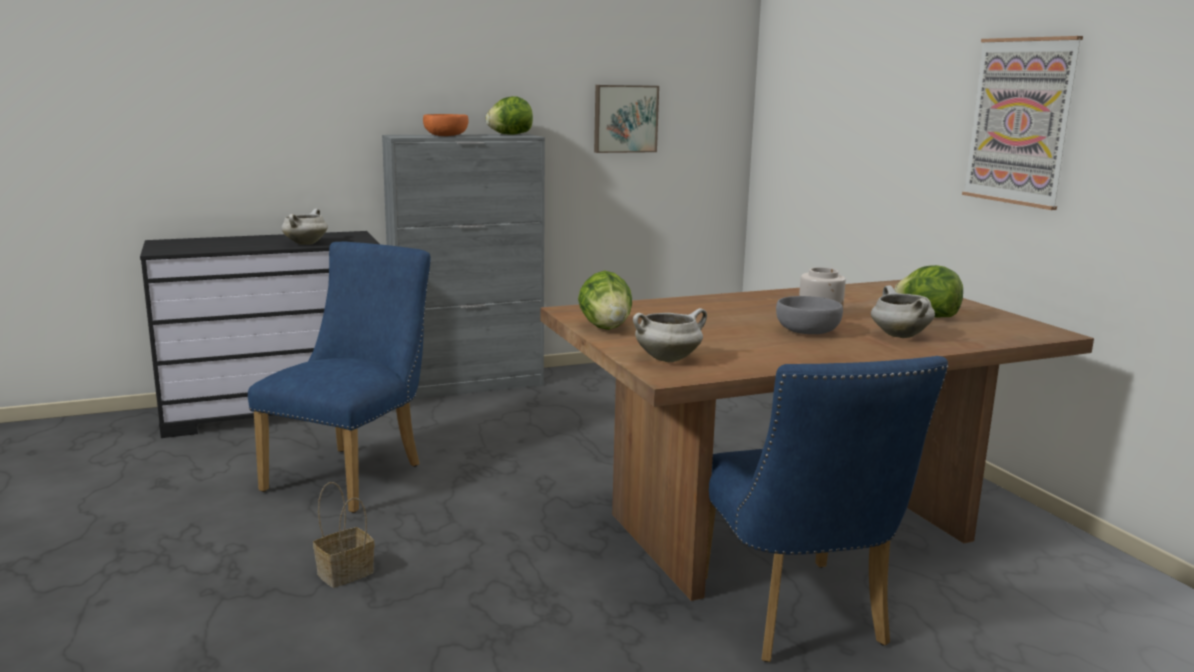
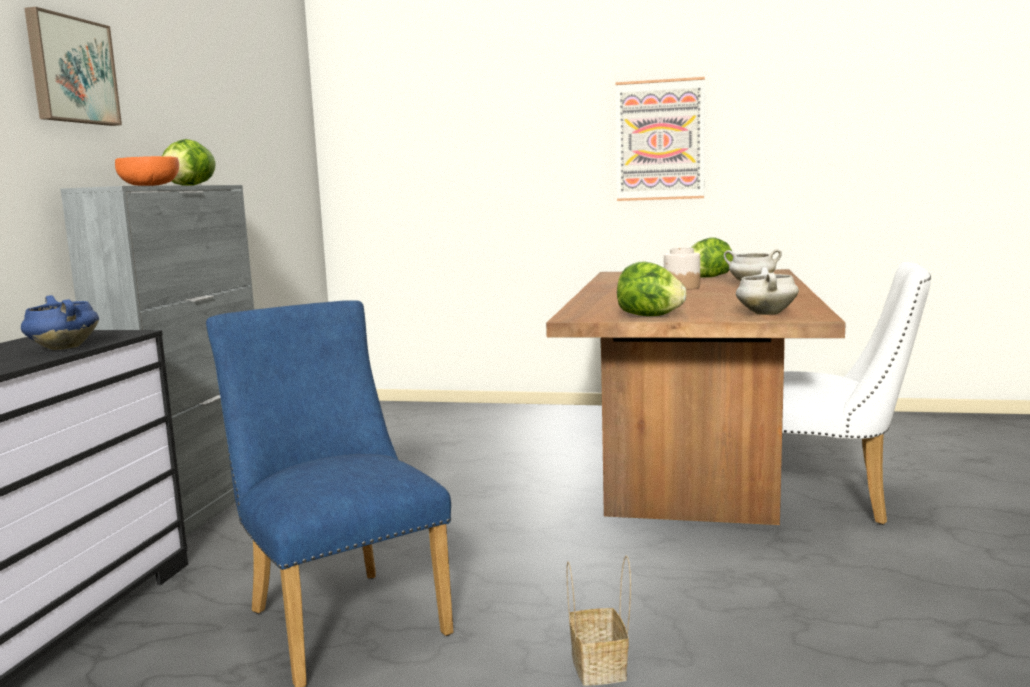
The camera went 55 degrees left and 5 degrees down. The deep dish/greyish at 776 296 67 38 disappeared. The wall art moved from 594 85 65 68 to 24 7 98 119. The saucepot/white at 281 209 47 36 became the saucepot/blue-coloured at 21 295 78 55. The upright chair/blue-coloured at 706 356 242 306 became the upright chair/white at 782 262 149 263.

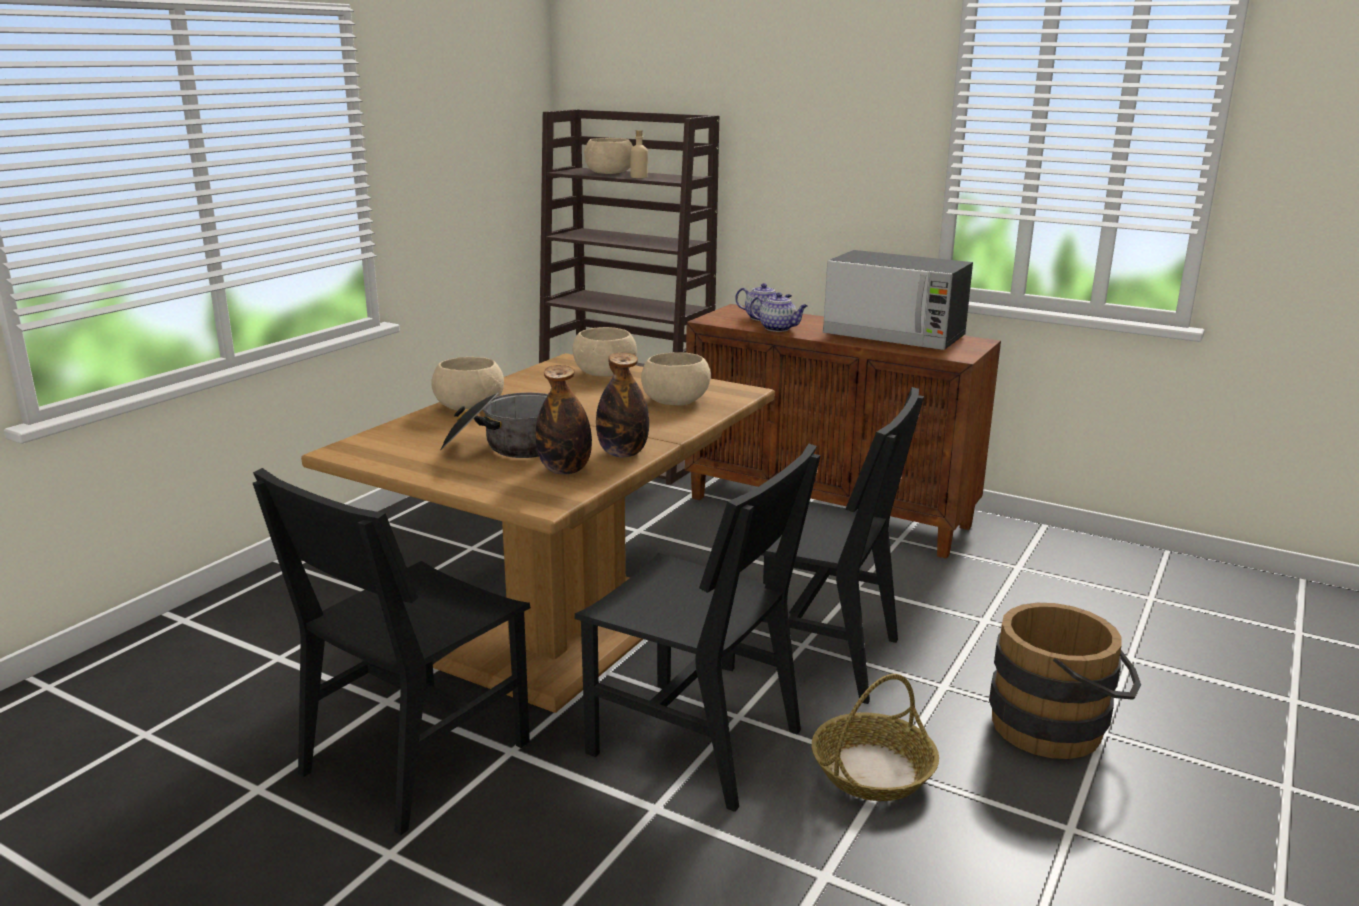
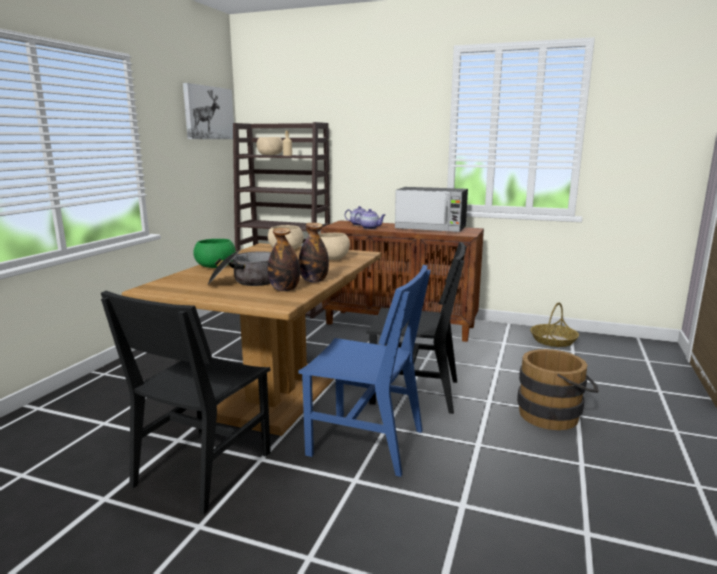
The camera went 10 degrees left and 5 degrees down. The wall art at 183 83 51 56 appeared. The storage basket moved from 812 674 127 127 to 530 303 49 44. The deep dish/beige-coloured at 431 357 73 53 became the deep dish/green at 193 239 43 29. The upright chair/black at 574 444 247 368 became the upright chair/blue-coloured at 298 265 133 212.

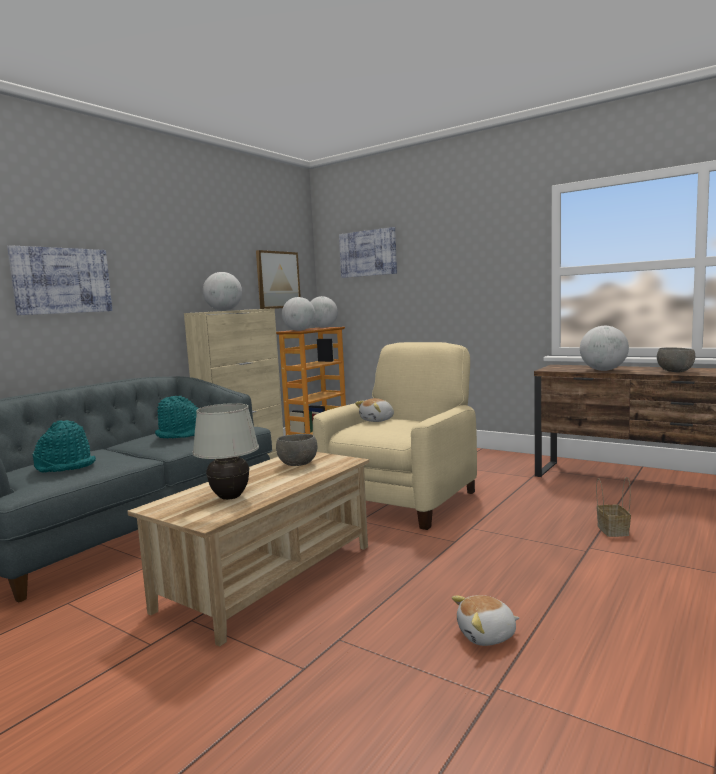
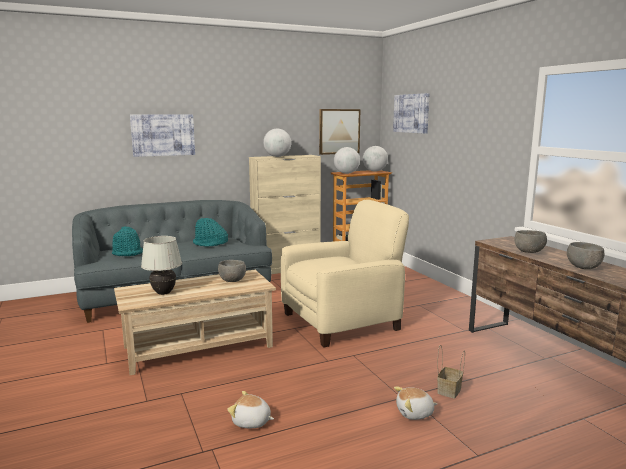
The camera went 30 degrees right and 5 degrees up. The cuddly toy moved from 355 398 39 24 to 394 387 43 33. The desk globe at 580 326 49 45 was replaced by the deep dish/greyish at 514 230 33 23.

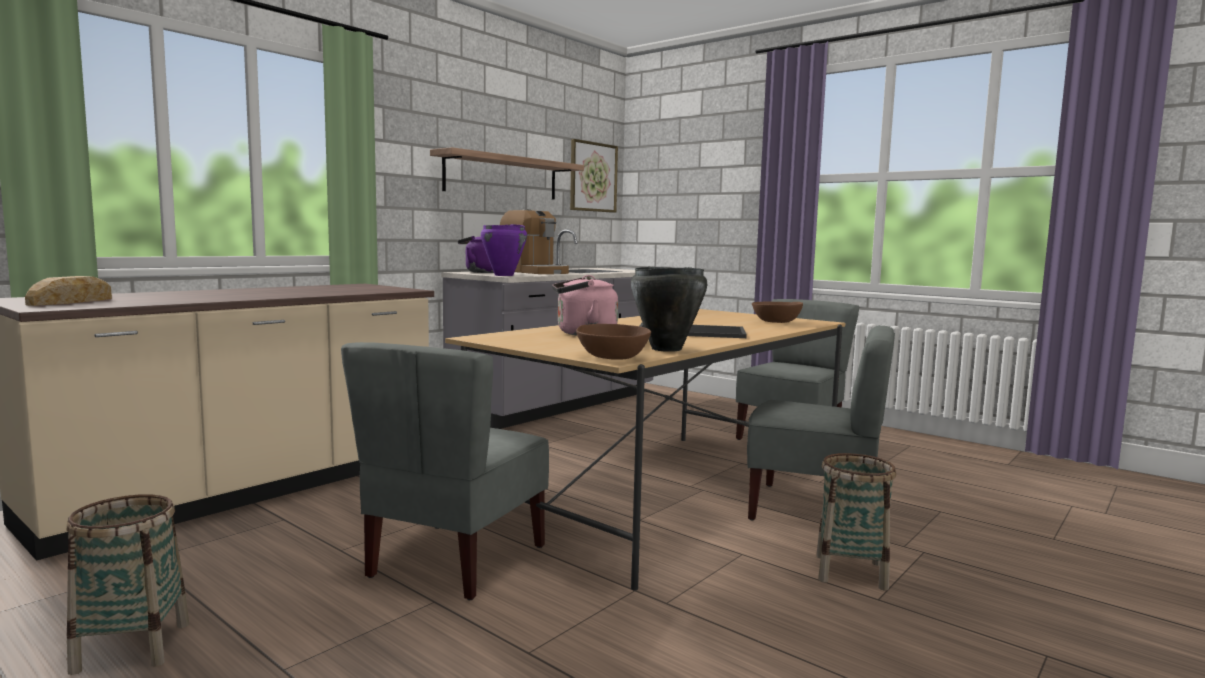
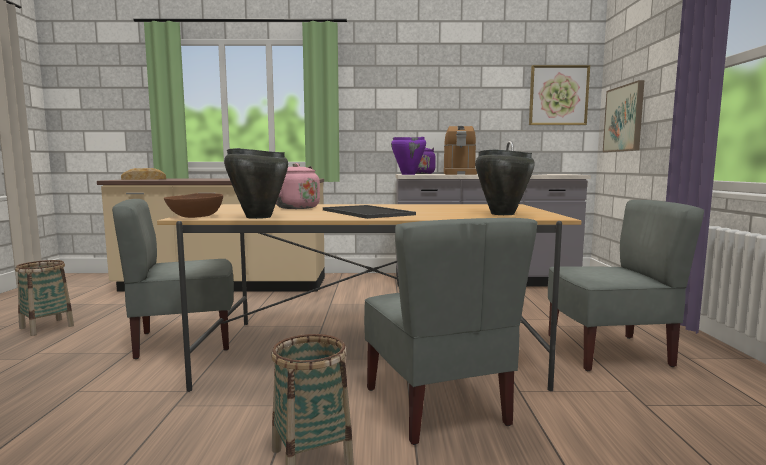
The camera went 50 degrees right and 0 degrees up. The wall shelf at 430 147 154 53 disappeared. The wall art at 603 80 41 72 appeared. The deep dish/brown-coloured at 752 302 51 21 was replaced by the saucepot/black at 475 149 60 66.

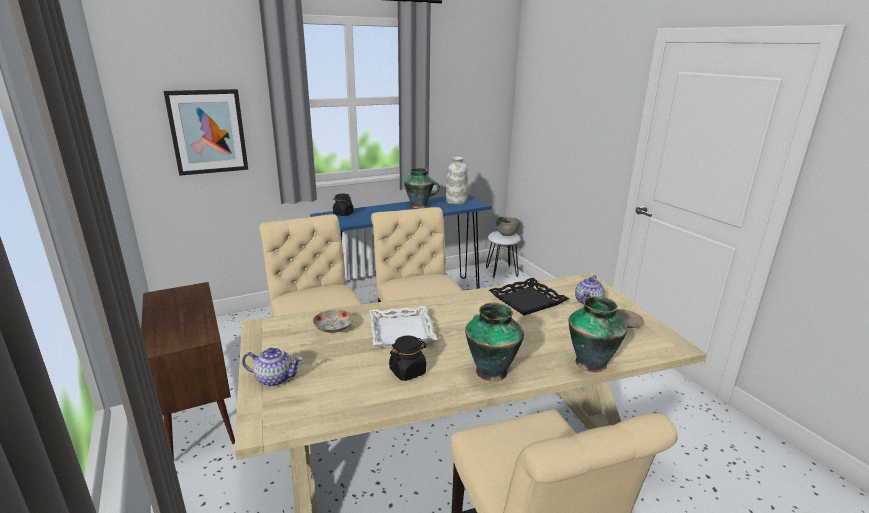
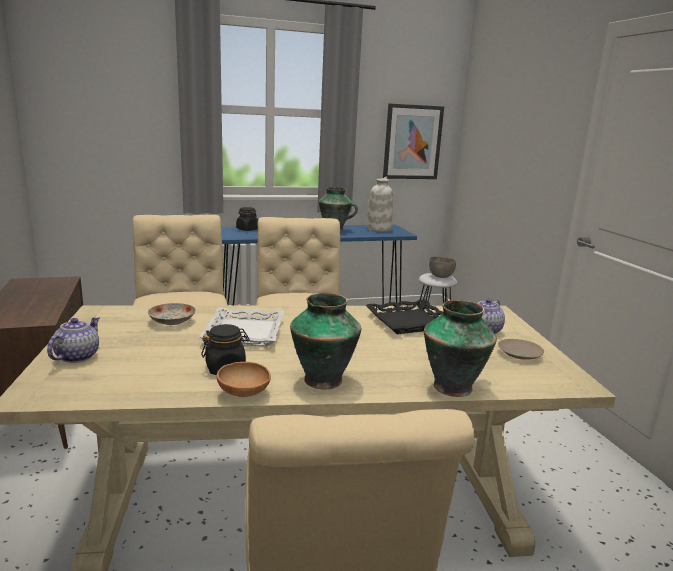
The camera went 10 degrees right and 5 degrees down. The deep dish/brown-coloured at 217 362 54 35 appeared. The wall art moved from 164 89 84 87 to 383 103 61 76. The pot for tea at 242 348 61 39 turned 90 degrees counterclockwise.

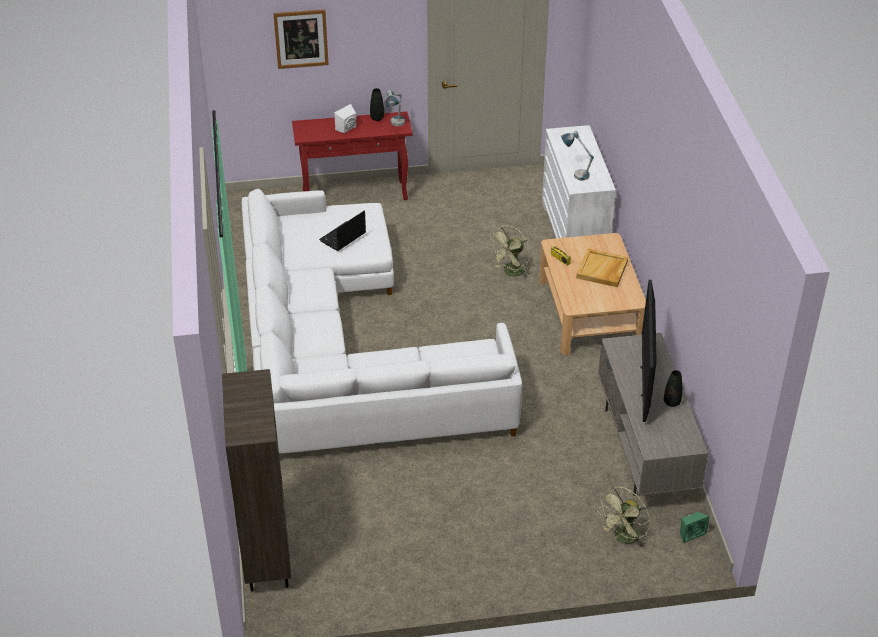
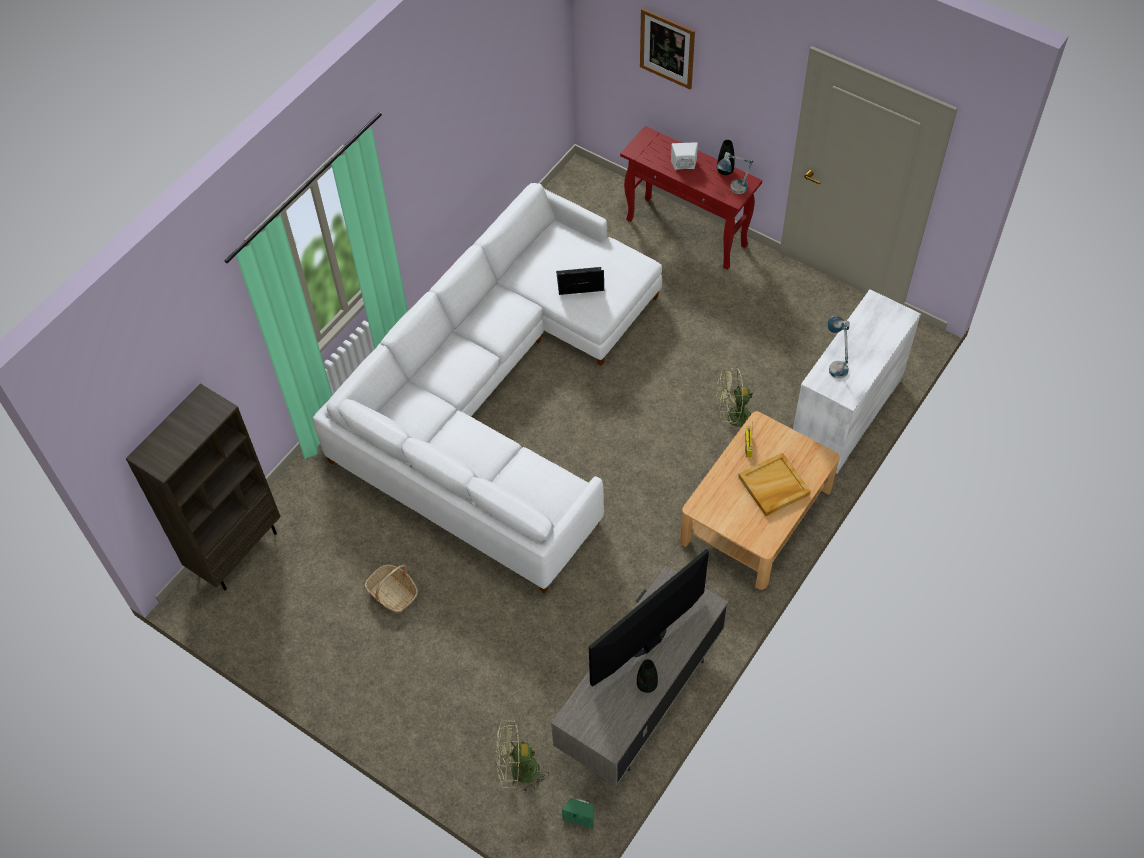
The camera went 45 degrees right and 15 degrees up. The storage basket at 364 564 54 49 appeared.

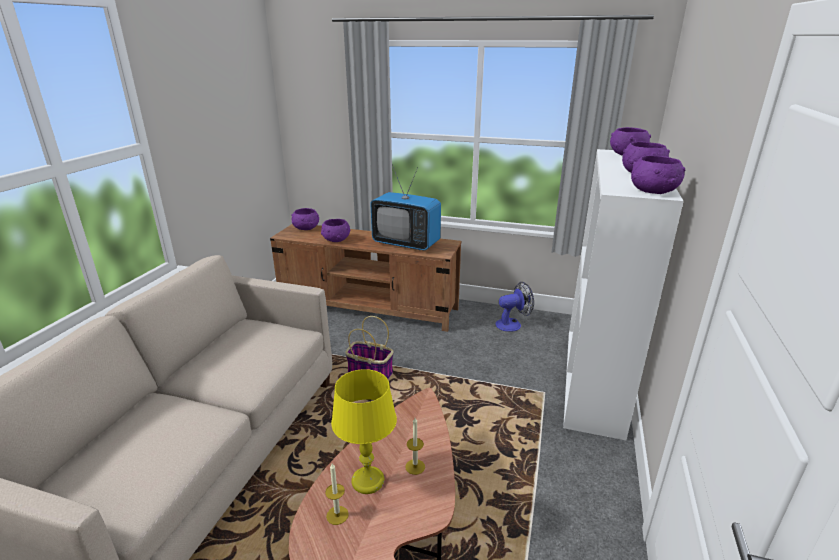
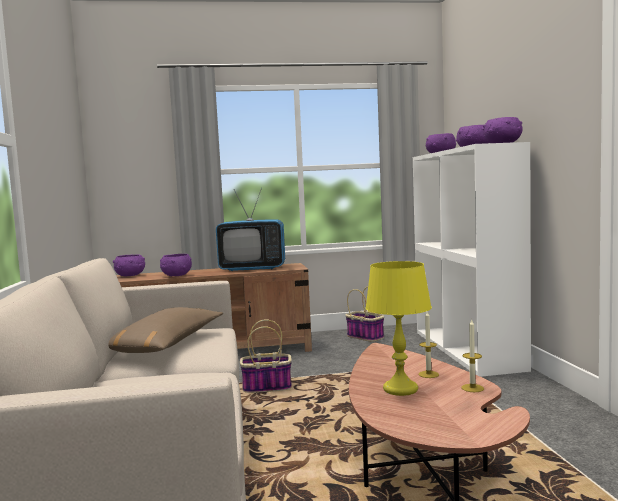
The camera went 25 degrees left and 20 degrees down. The cushion/brown-coloured at 108 307 115 46 appeared. The wax light moved from 325 463 24 62 to 461 318 23 74. The cooling fan at 495 282 39 50 was replaced by the storage basket at 346 286 38 56.

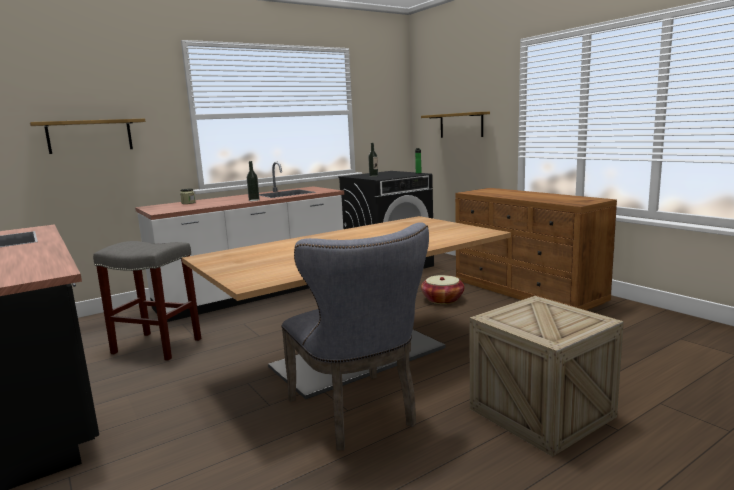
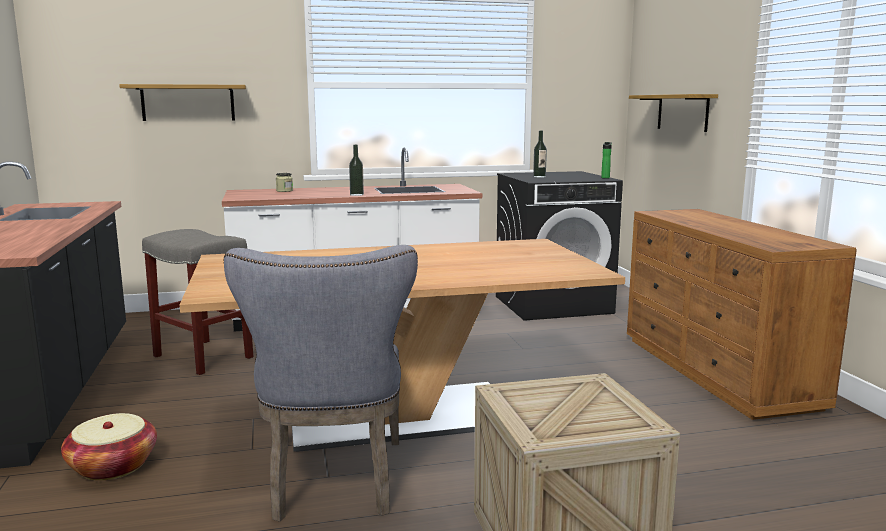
The camera went 20 degrees right and 0 degrees up. The storage basket moved from 421 275 43 29 to 61 413 96 67.

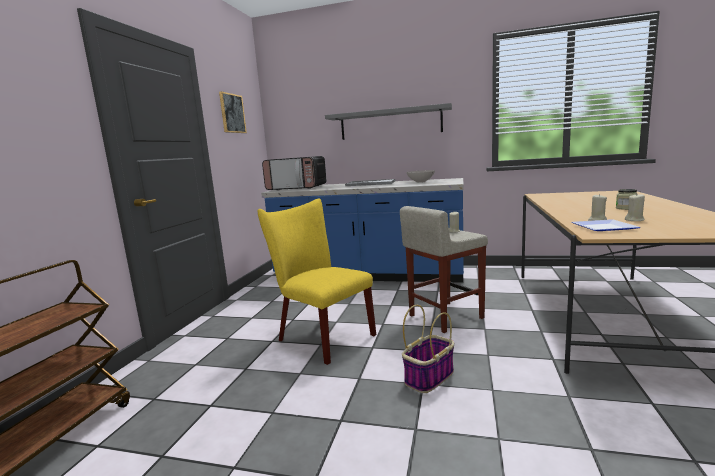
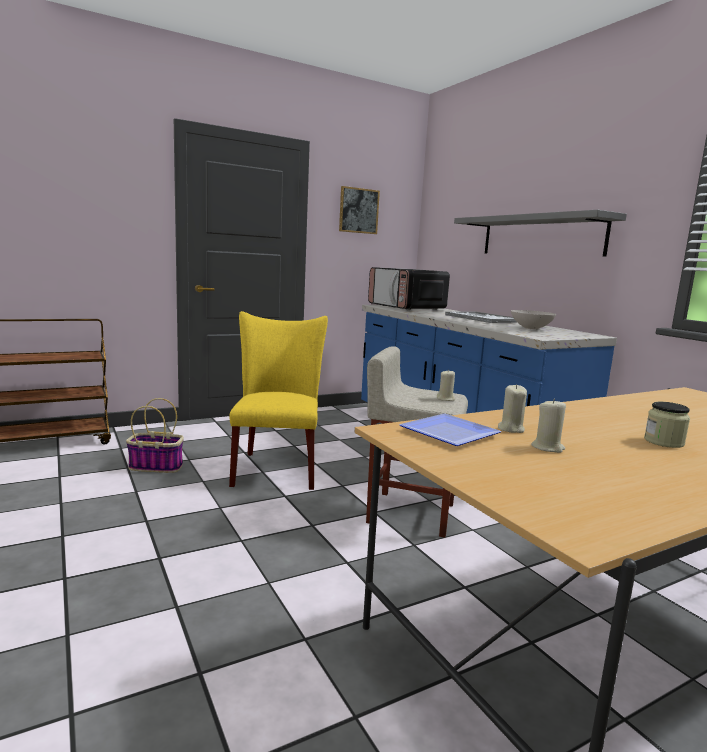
The camera went 45 degrees right and 0 degrees up. The storage basket moved from 402 305 52 88 to 126 398 58 75.

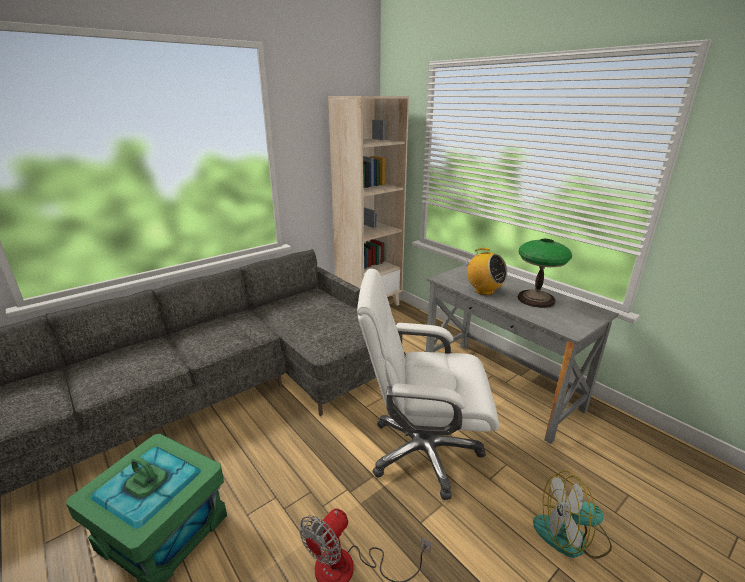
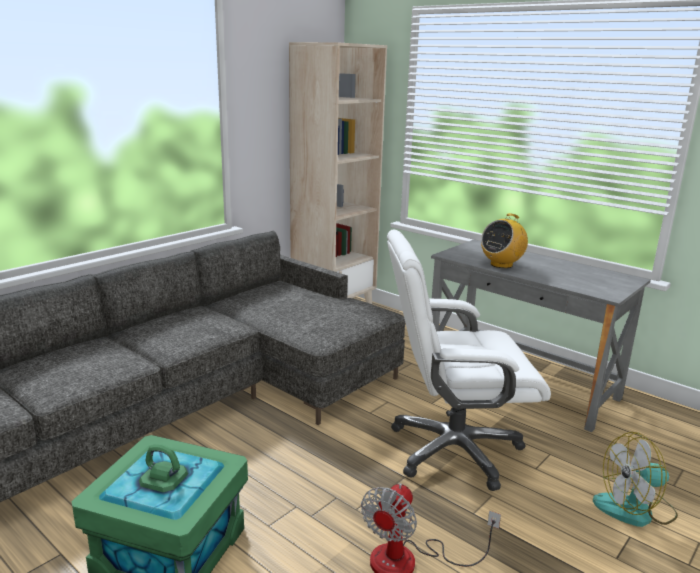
The camera went 10 degrees left and 5 degrees down. The lamp for a table at 518 239 54 69 disappeared. The radio set at 465 248 43 47 turned 105 degrees clockwise.

